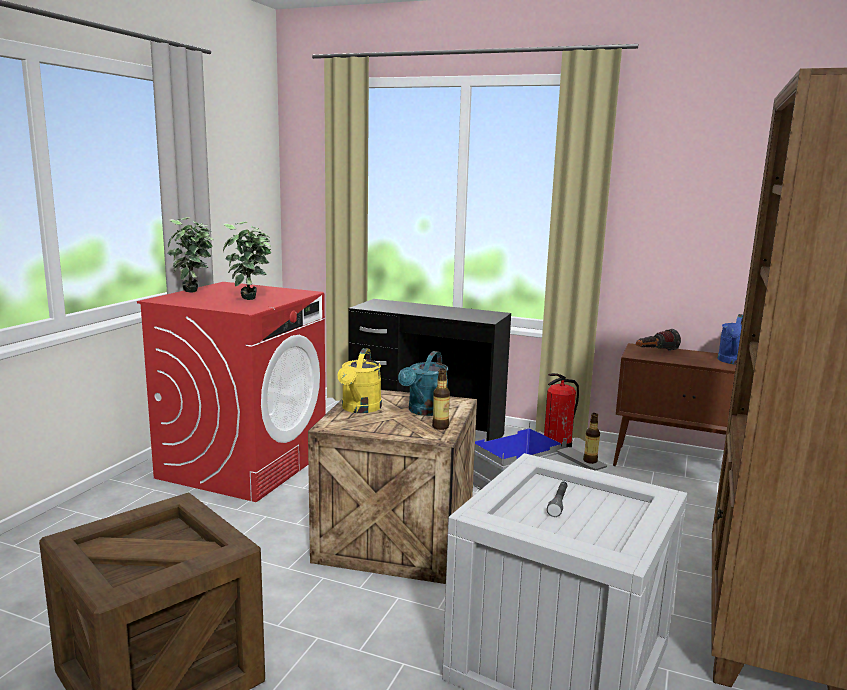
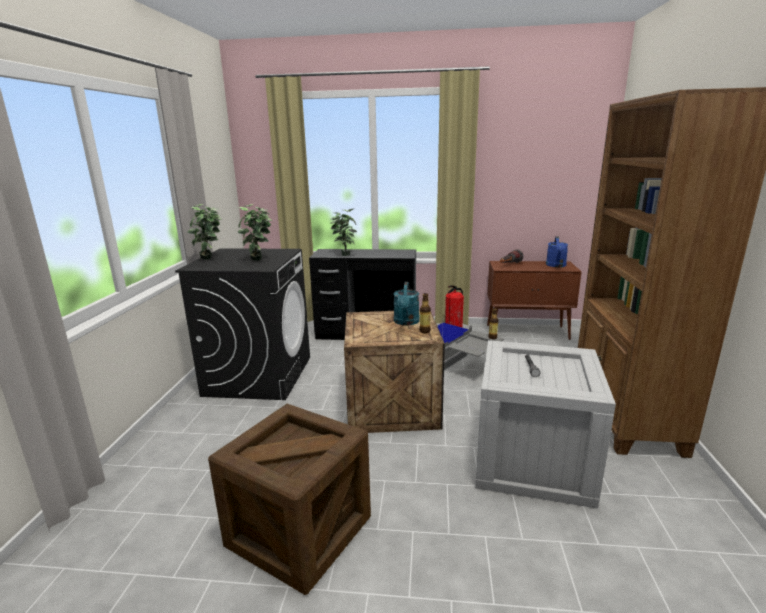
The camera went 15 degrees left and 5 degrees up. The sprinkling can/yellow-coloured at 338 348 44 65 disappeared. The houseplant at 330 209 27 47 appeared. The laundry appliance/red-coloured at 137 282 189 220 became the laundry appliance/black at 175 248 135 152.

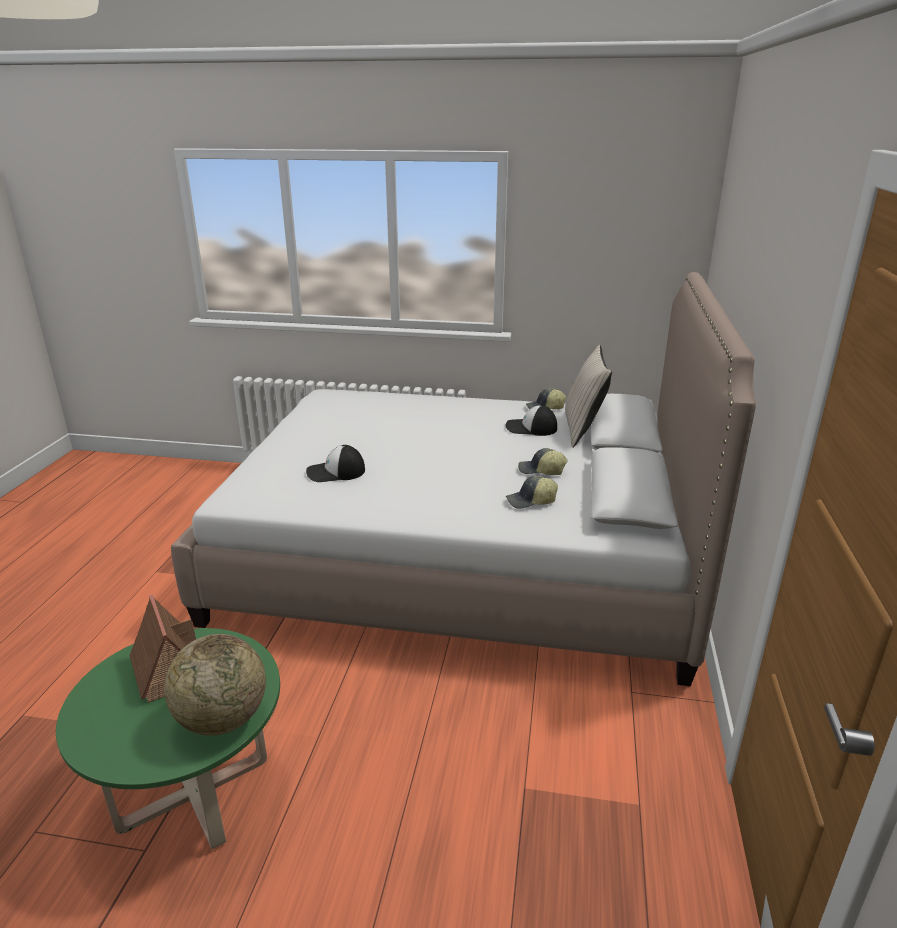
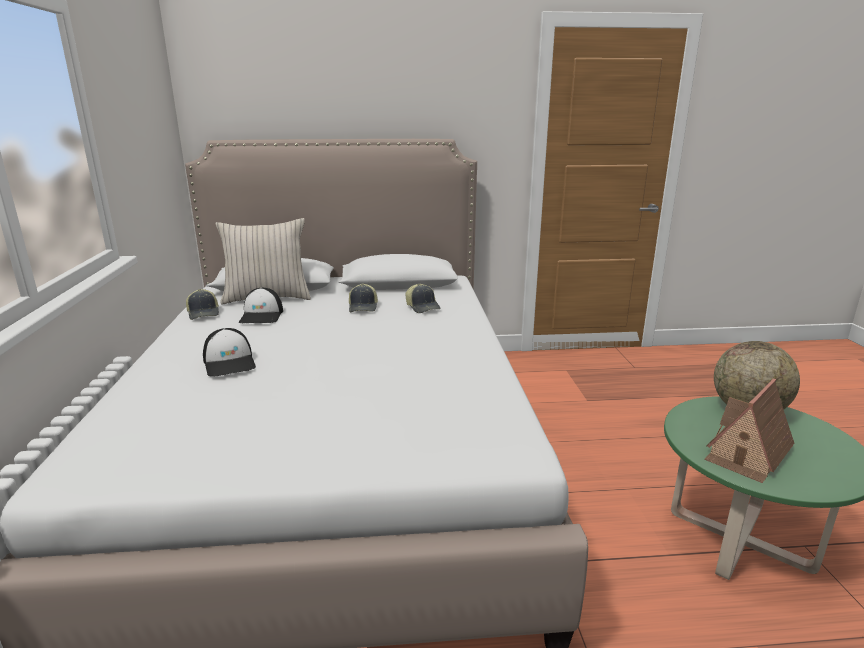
The camera went 105 degrees left and 5 degrees down. The cap moved from 306 445 59 37 to 203 328 53 48.

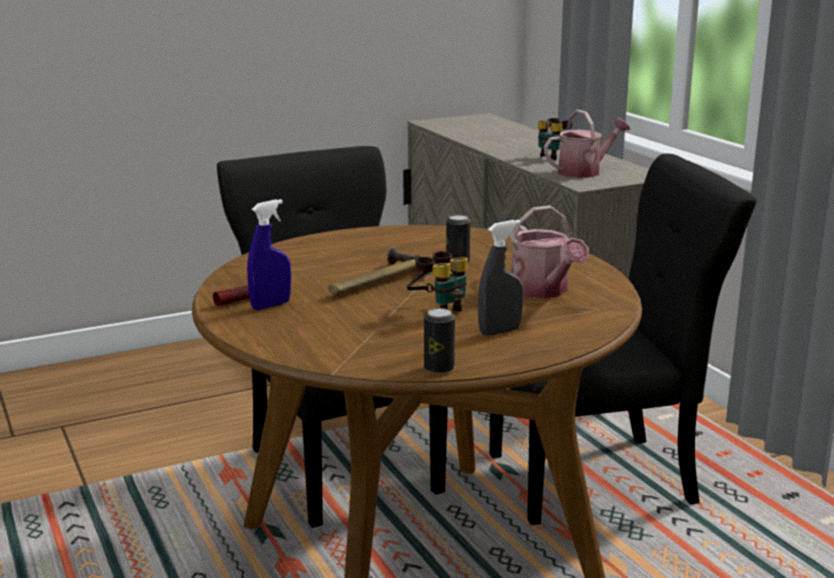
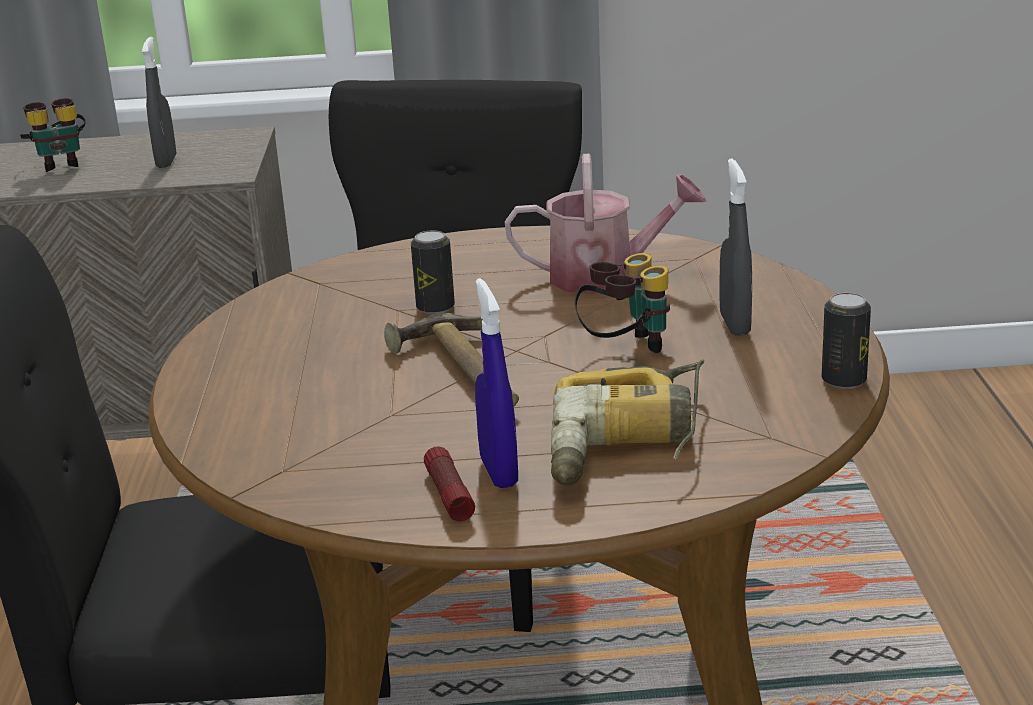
The camera went 65 degrees left and 5 degrees up. The electric drill at 551 360 153 125 appeared. The sprinkling can at 544 110 86 68 was replaced by the hand sprayer/greyish at 142 37 34 131.

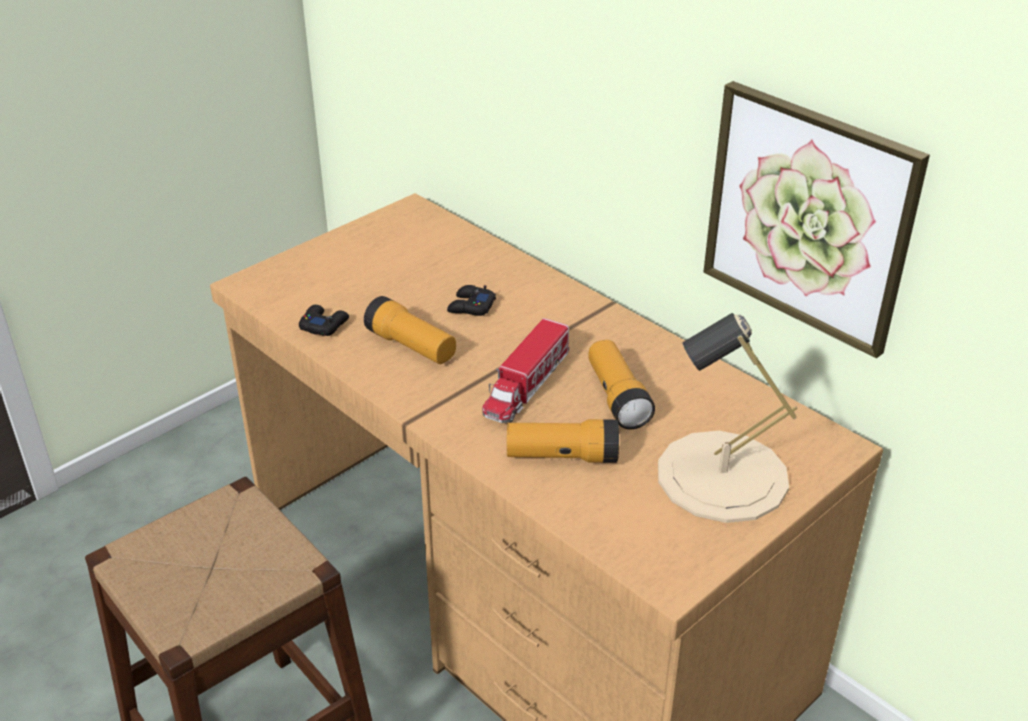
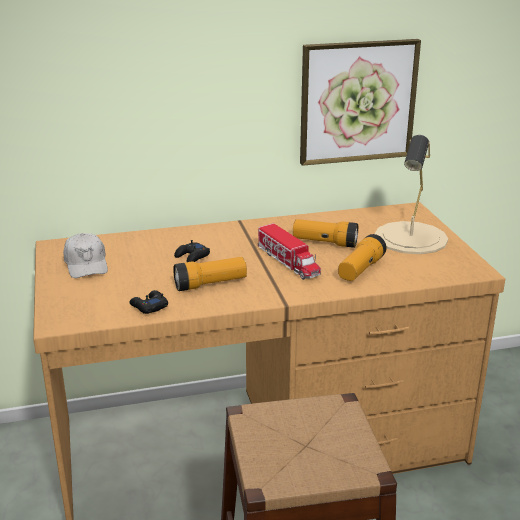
The camera went 60 degrees left and 10 degrees down. The cap/white at 63 233 45 45 appeared.

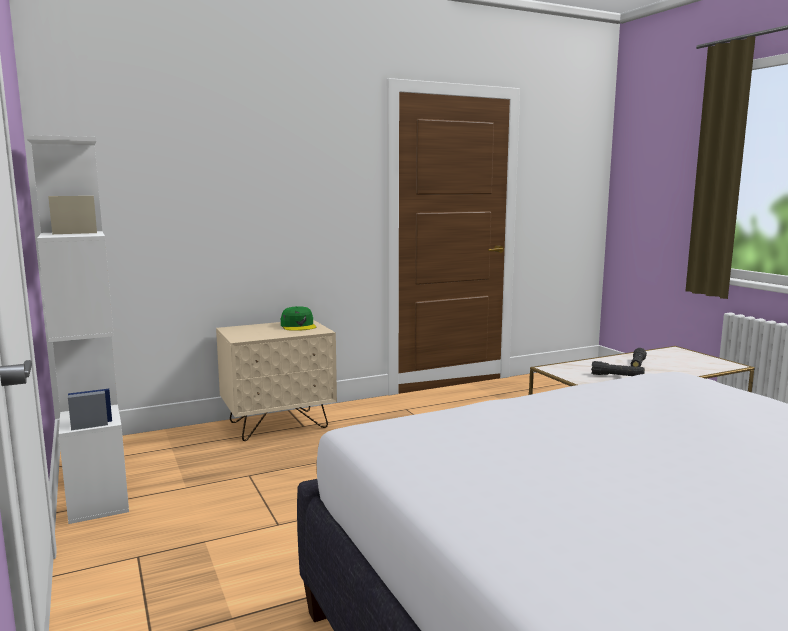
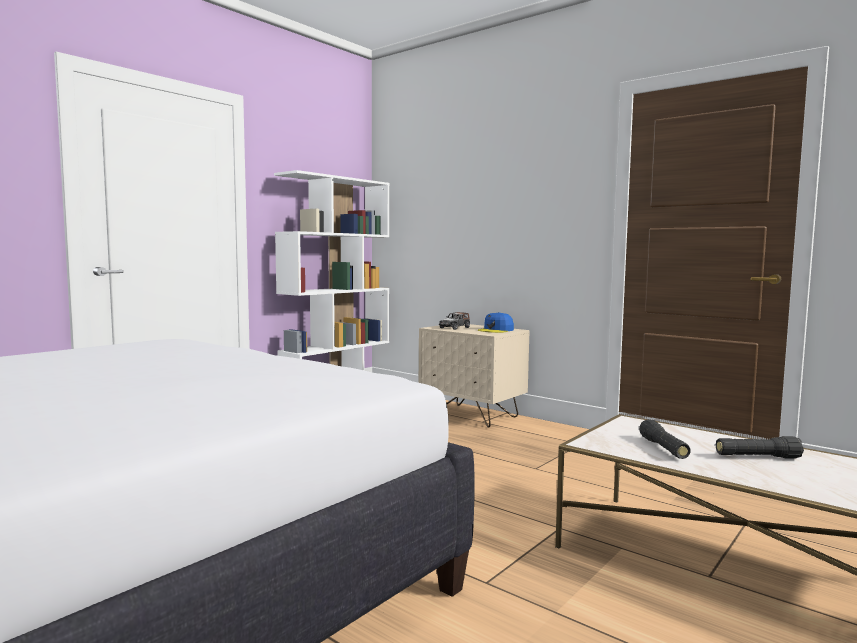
The camera went 65 degrees right and 5 degrees down. The model car at 439 312 31 18 appeared. The cap/green at 281 306 35 25 became the cap/blue-coloured at 478 312 36 21.

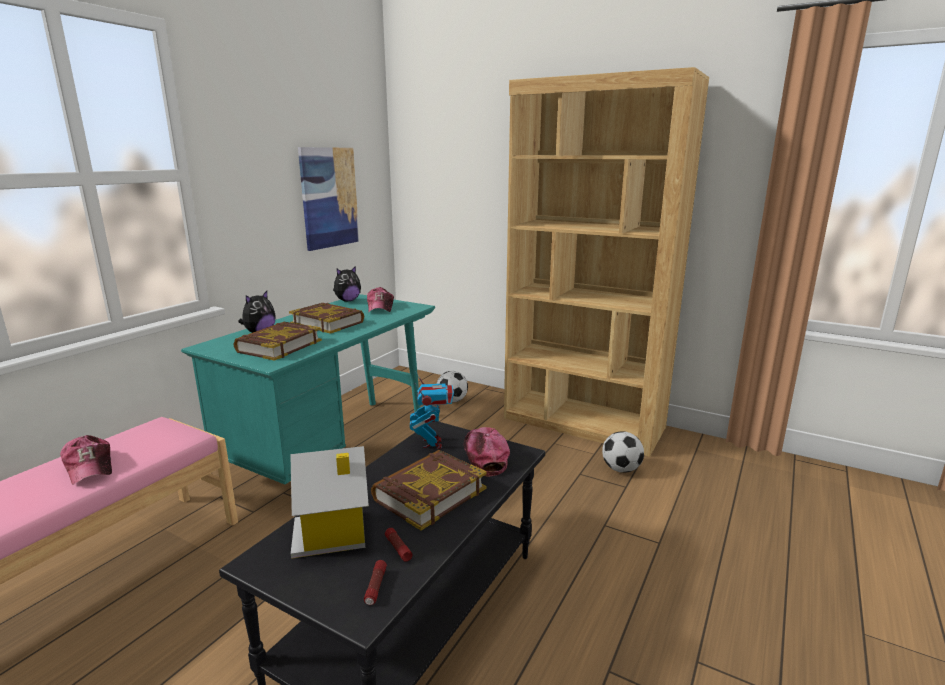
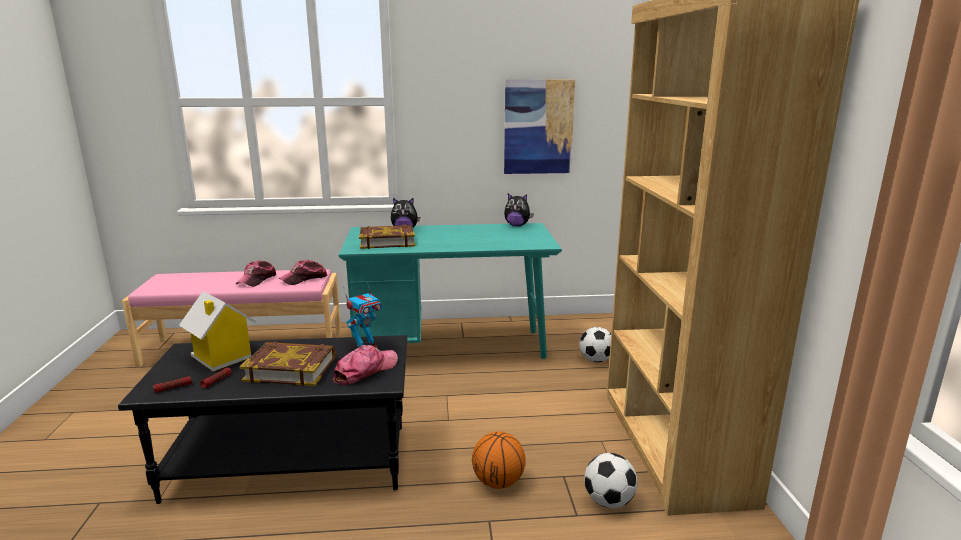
The camera went 55 degrees right and 0 degrees up. The book at 289 303 75 31 disappeared. The basketball ball at 472 431 54 58 appeared. The cap moved from 367 287 27 25 to 279 260 49 25.

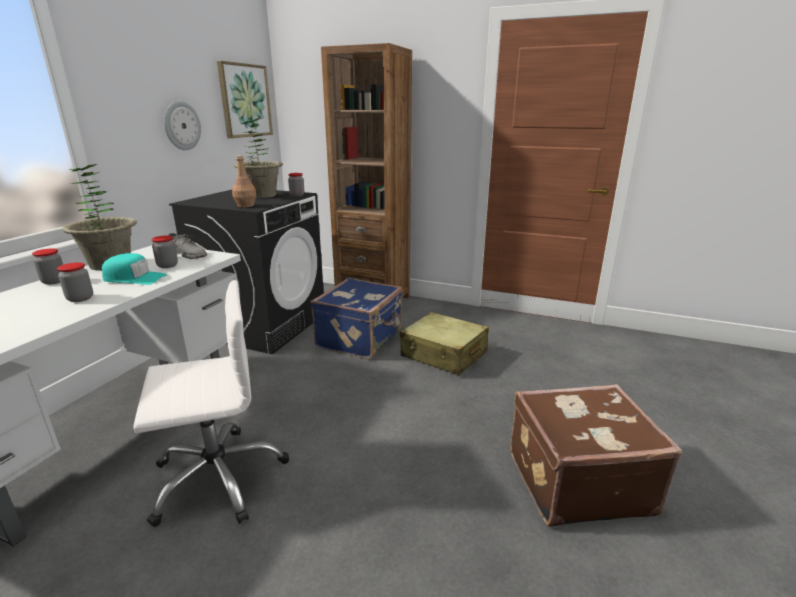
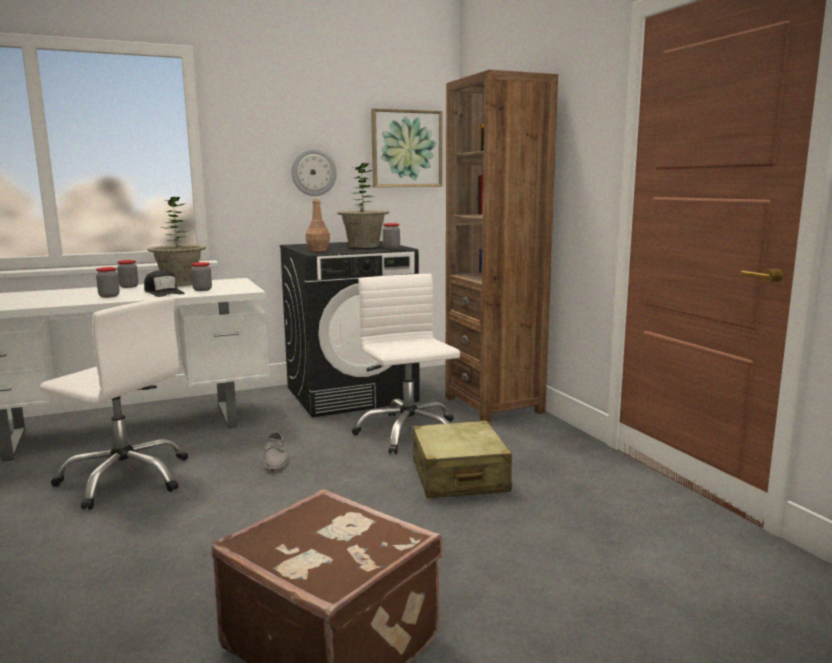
The camera went 45 degrees right and 10 degrees down. The low shoe/greyish moved from 167 233 40 26 to 264 432 25 39. The travel case/blue-coloured at 310 278 92 81 was replaced by the computer chair/white at 352 274 108 180. The cap/blue-green at 102 253 65 32 became the cap/black at 144 270 41 27.

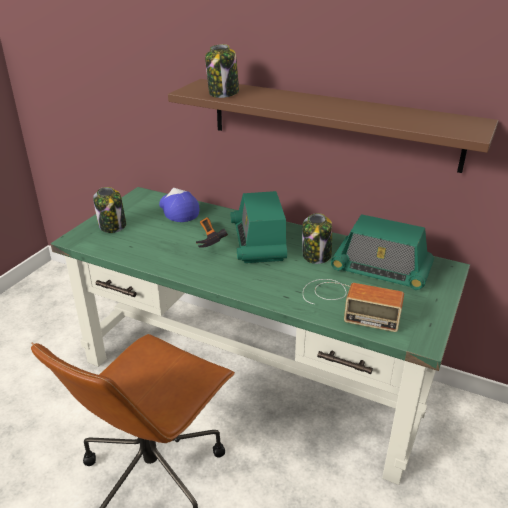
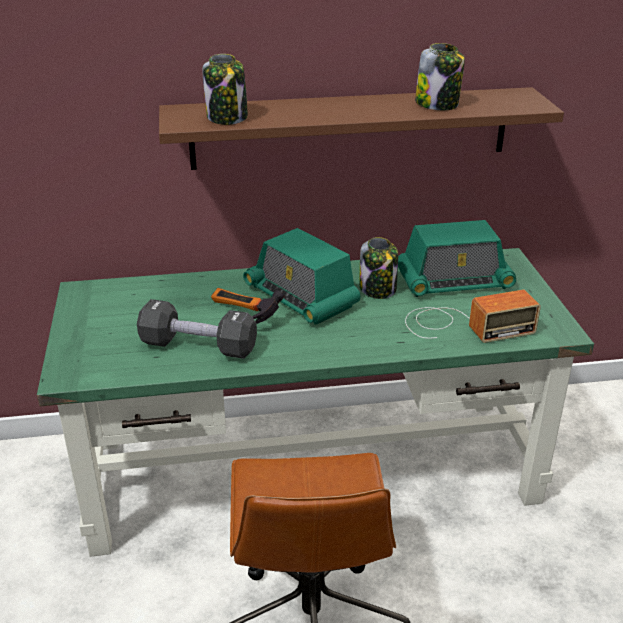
The camera went 35 degrees left and 0 degrees up. The cap at 159 188 40 34 disappeared. The free weight/black at 137 299 120 60 appeared. The preserve jar moved from 93 187 33 46 to 415 43 50 67.

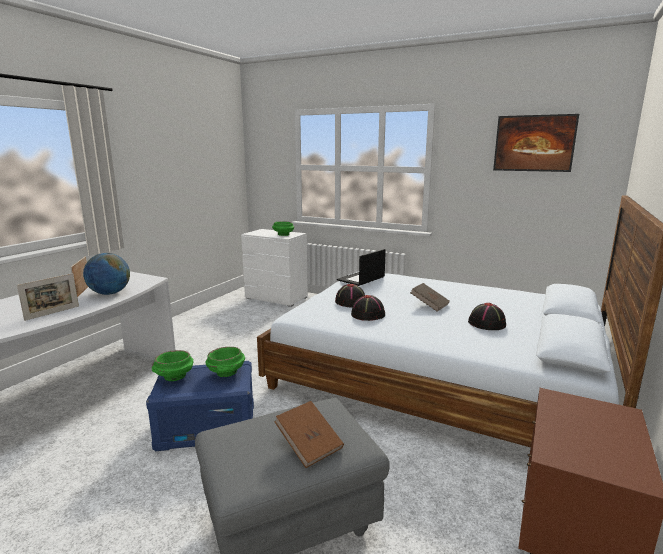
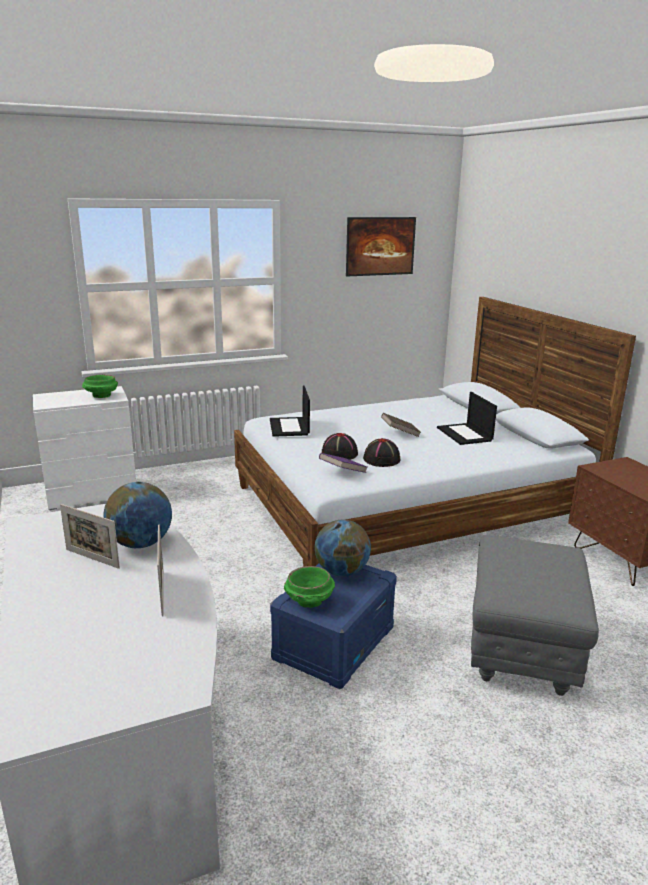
The camera went 50 degrees left and 5 degrees up. The book/brown-coloured at 274 401 70 67 disappeared. The book/purple-coloured at 319 453 48 20 appeared. The deep dish/green at 206 347 39 30 was replaced by the desk globe at 315 520 56 56. The clothing hat/black at 468 303 38 27 was replaced by the laptop at 437 392 60 53.

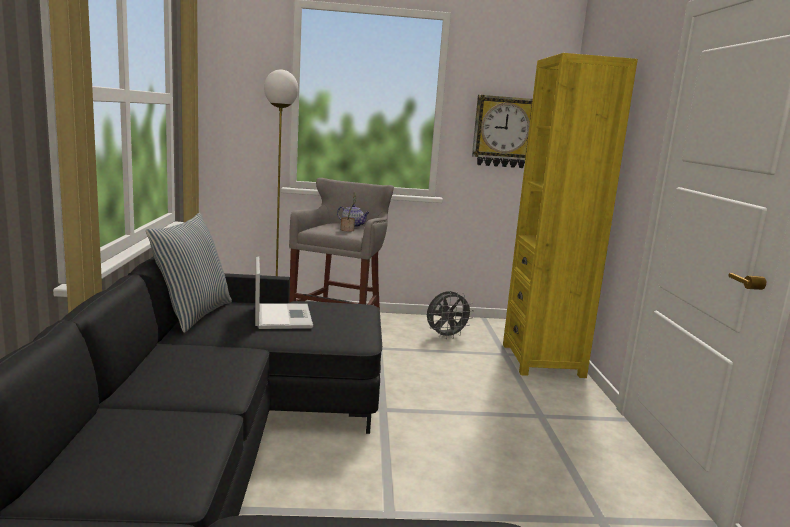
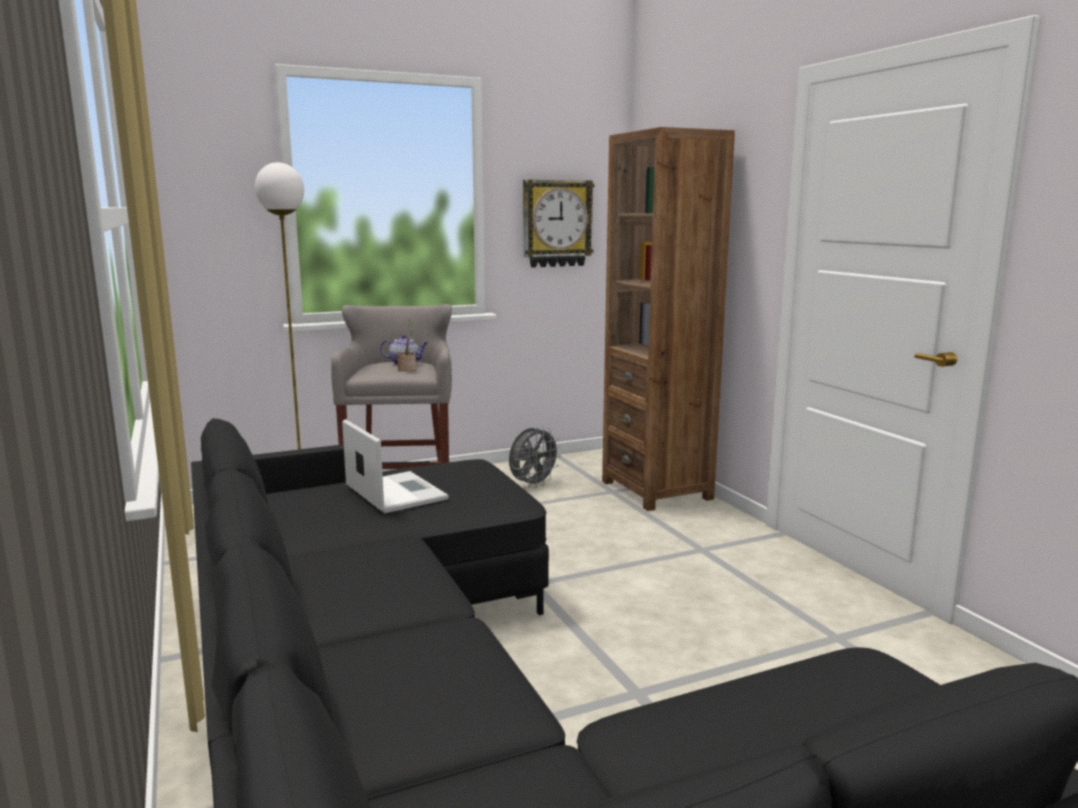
The camera went 20 degrees left and 0 degrees up. The cushion at 146 213 86 120 disappeared. The bookcase/yellow-coloured at 503 53 135 325 became the bookcase/brown-coloured at 602 127 133 384.

